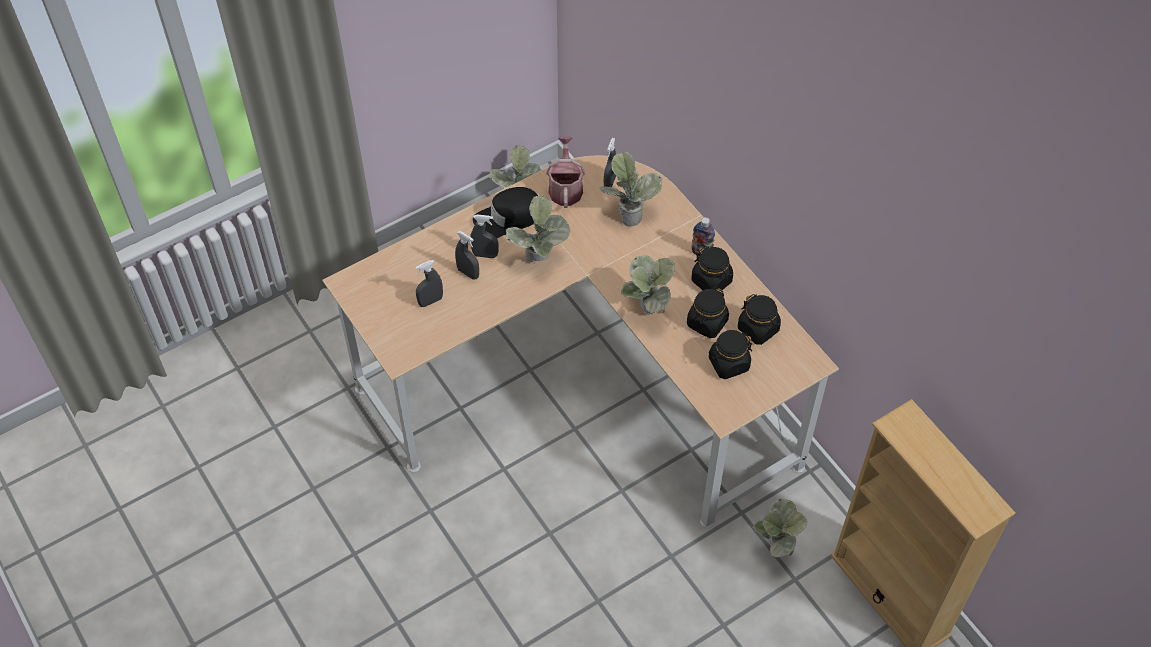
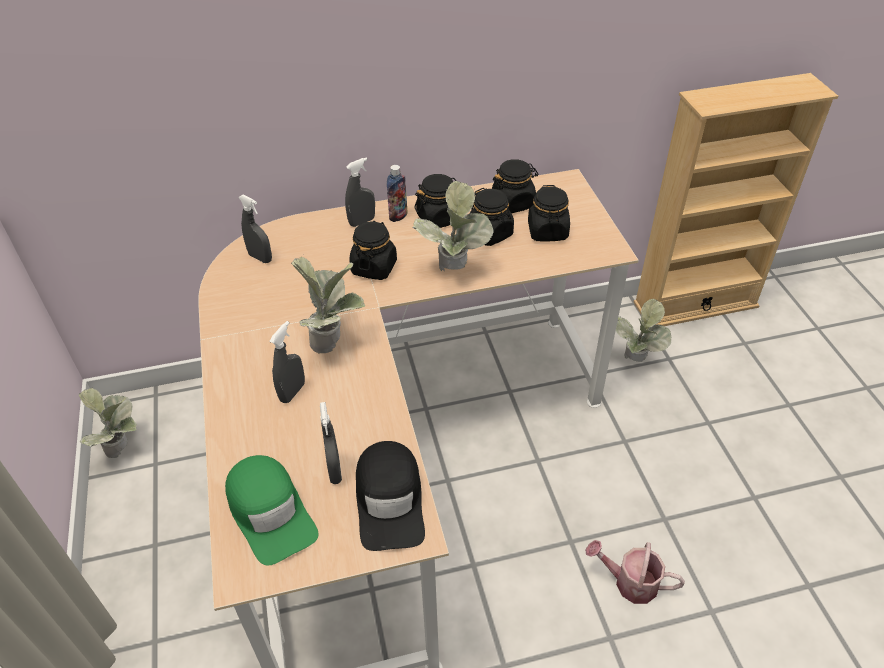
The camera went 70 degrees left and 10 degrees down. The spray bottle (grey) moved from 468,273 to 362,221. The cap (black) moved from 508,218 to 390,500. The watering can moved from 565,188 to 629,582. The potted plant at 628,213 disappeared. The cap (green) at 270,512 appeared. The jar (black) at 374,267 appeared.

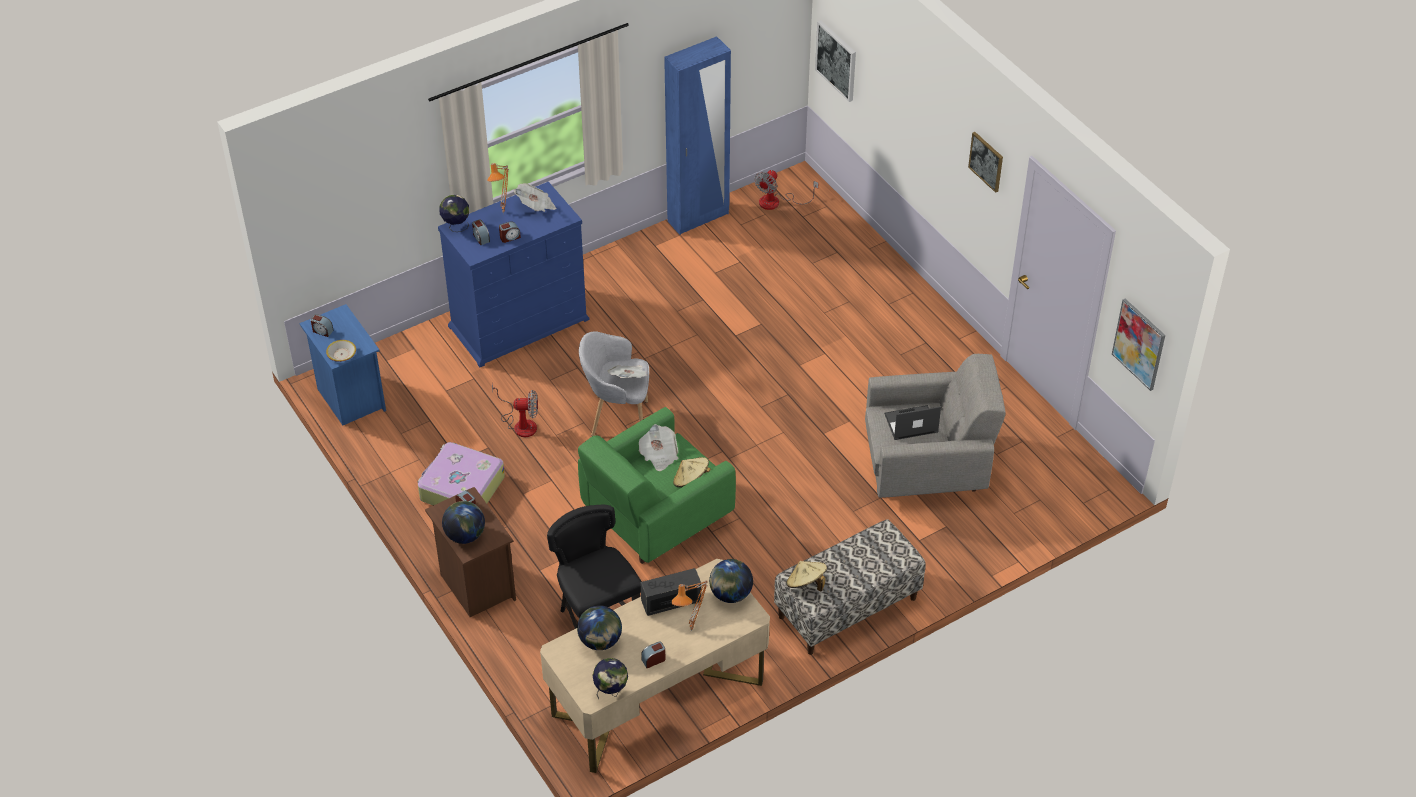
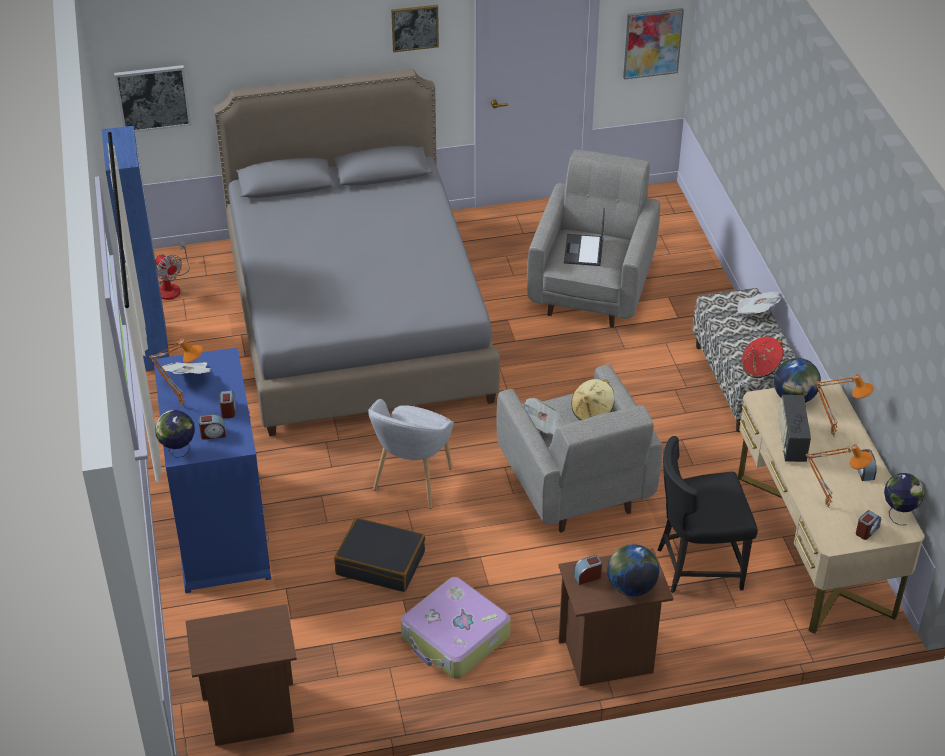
The camera went 70 degrees left and 5 degrees down. The nightstand (blue) at 349,398 became the nightstand (brown) at 250,715. The alarm clock moved from 322,331 to 867,531. The bowl at 341,354 disappeared. The fan at 520,423 was replaced by the suitcase (black) at 381,563. The globe at 600,641 was replaced by the table lamp (orange) at 828,506. The armchair (green) at 654,520 became the armchair (grey) at 575,488. The newspaper moved from 629,378 to 756,311. The hat (beige) at 806,584 became the hat (red) at 760,367. The bed (grey) at 356,318 appeared.

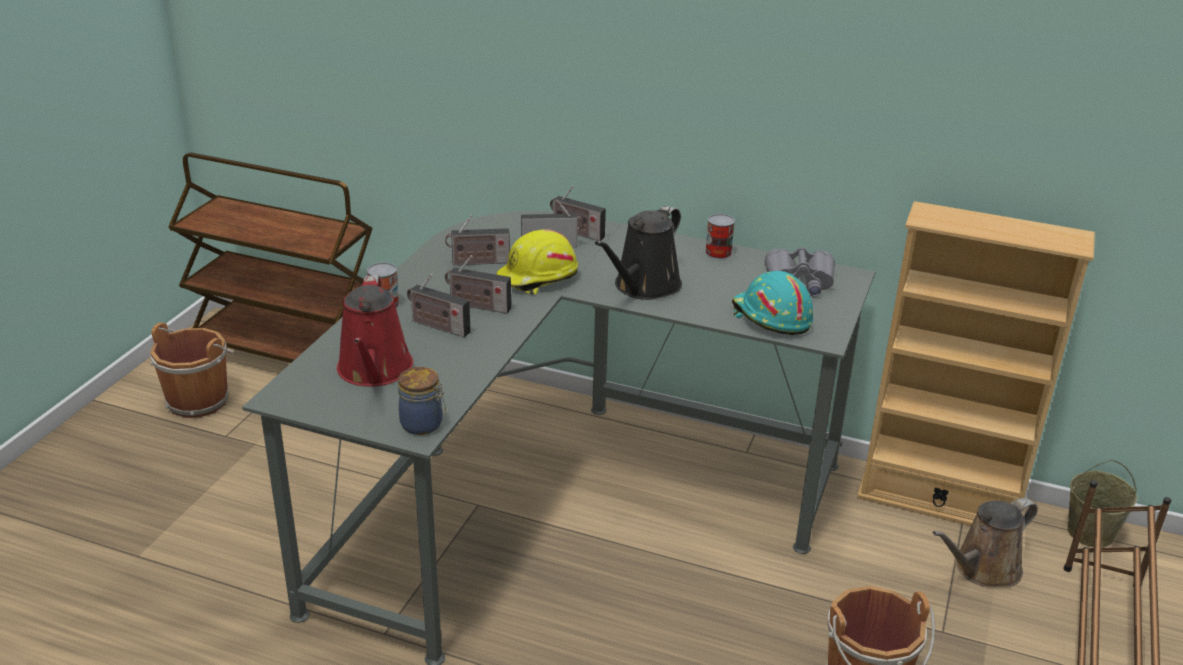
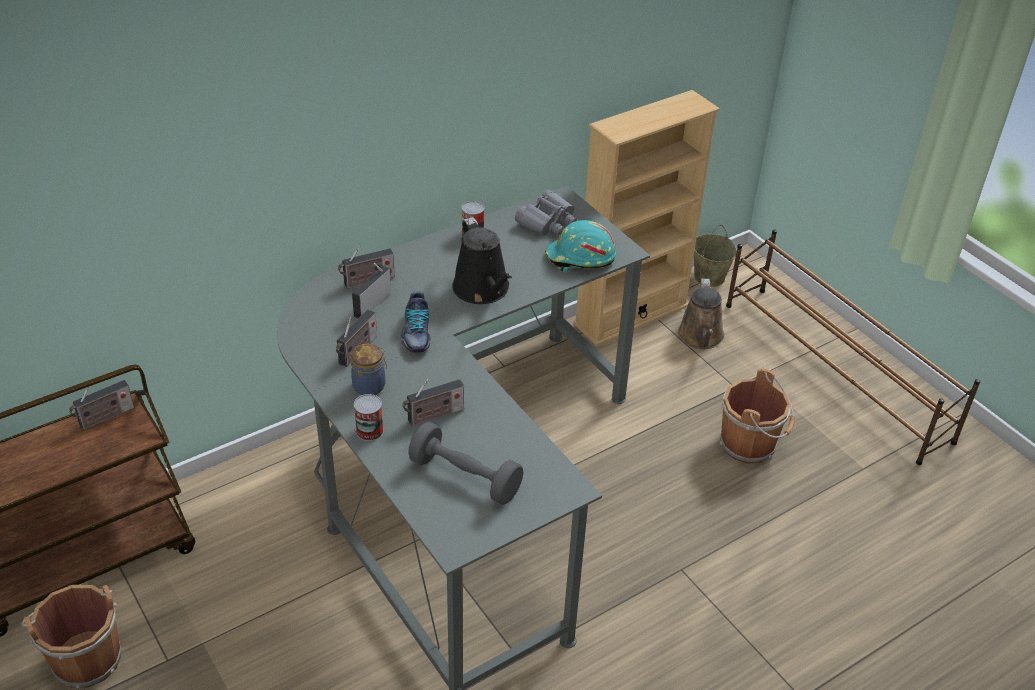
The camera went 55 degrees left and 10 degrees up. The watering can (red) at 374,371 was replaced by the dumbbell (grey) at 465,477. The jar moved from 423,425 to 370,385. The radio moved from 477,306 to 104,418. The hard hat (yellow) at 538,278 was replaced by the shoe at 416,333.

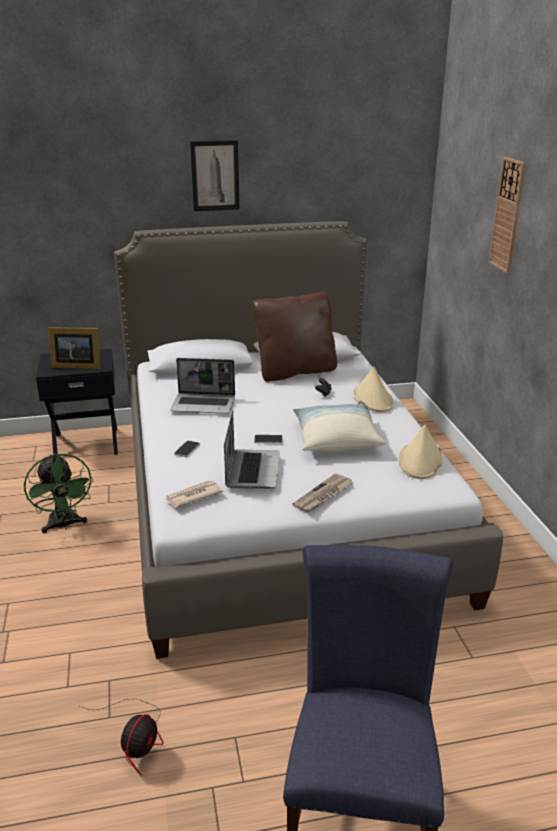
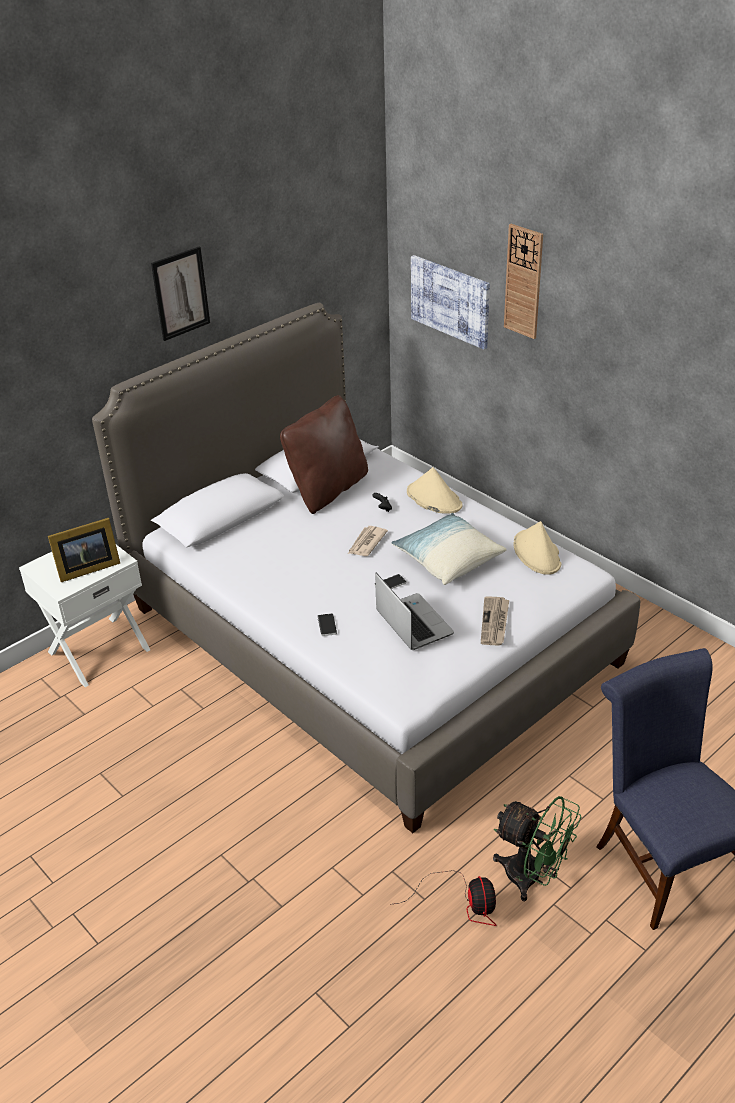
The camera went 30 degrees left and 10 degrees up. The fan (green) moved from 64,525 to 532,878. The nightstand (black) at 86,443 became the nightstand (white) at 98,650. The newspaper moved from 193,496 to 366,543. The laptop at 204,404 disappeared. The picture at 450,301 appeared.

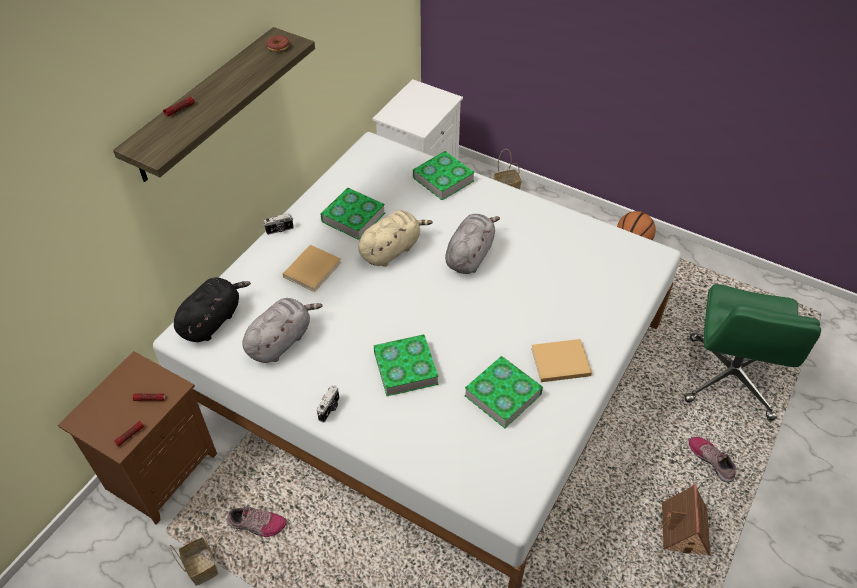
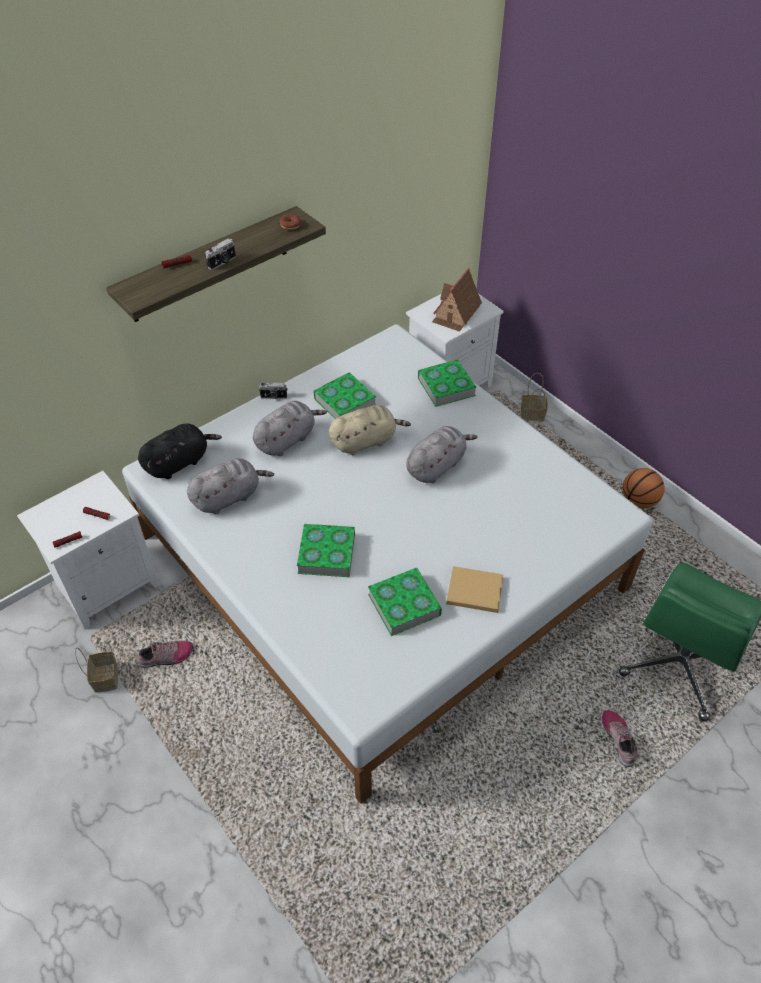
The camera went 20 degrees right and 0 degrees up. The nightstand (brown) at 161,470 became the nightstand (white) at 108,584. The shoe at 257,525 turned 45 degrees counterclockwise. The book (beige) at 313,268 was replaced by the plush toy (grey) at 287,439. The photo camera moved from 330,409 to 222,262. The toy house moved from 684,534 to 456,313.

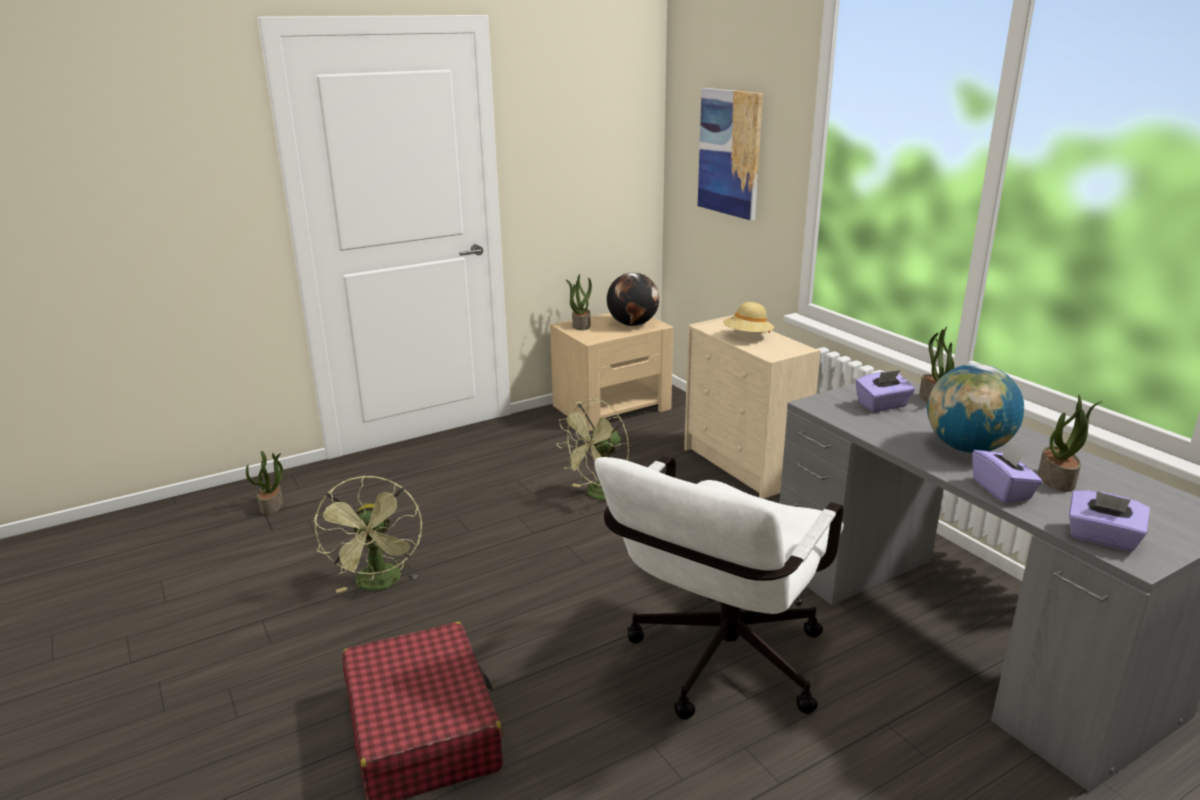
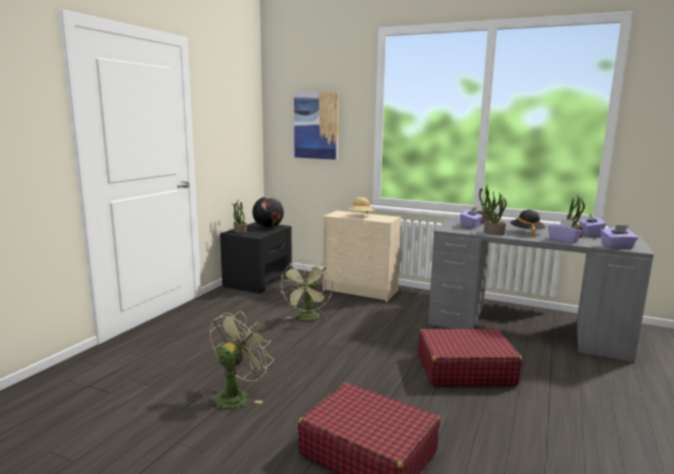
The camera went 35 degrees left and 10 degrees down. The potted plant moved from 272,506 to 494,233. The fan (green) at 379,584 turned 105 degrees counterclockwise. The nightstand (beige) at 612,407 became the nightstand (black) at 258,281. The office chair (white) at 718,668 was replaced by the suitcase (red) at 464,370. The globe at 967,448 was replaced by the hat (black) at 526,232. The tissue box (purple) at 590,234 appeared.

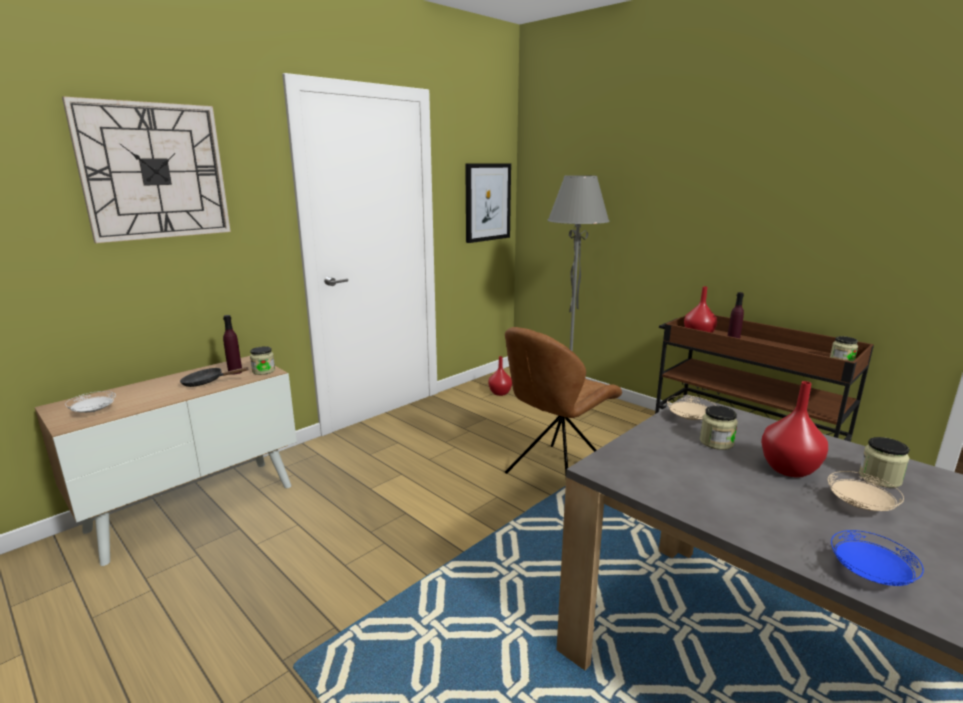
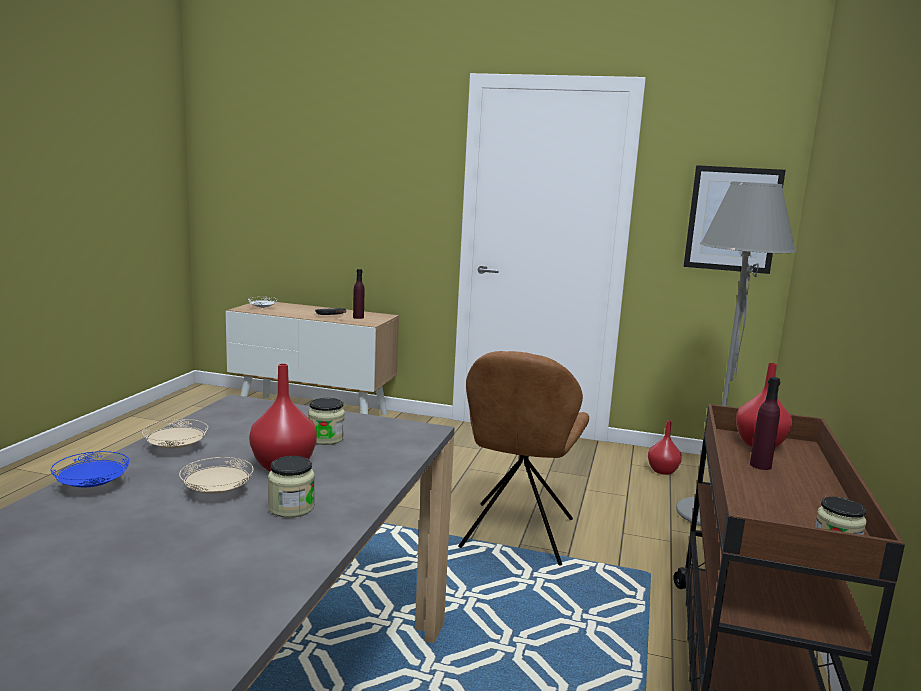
The camera went 60 degrees right and 5 degrees down. The wall clock at 154,171 disappeared. The jar at 263,371 disappeared. The chair (brown) at 556,474 turned 90 degrees counterclockwise. The plate (beige) moved from 690,419 to 176,449.

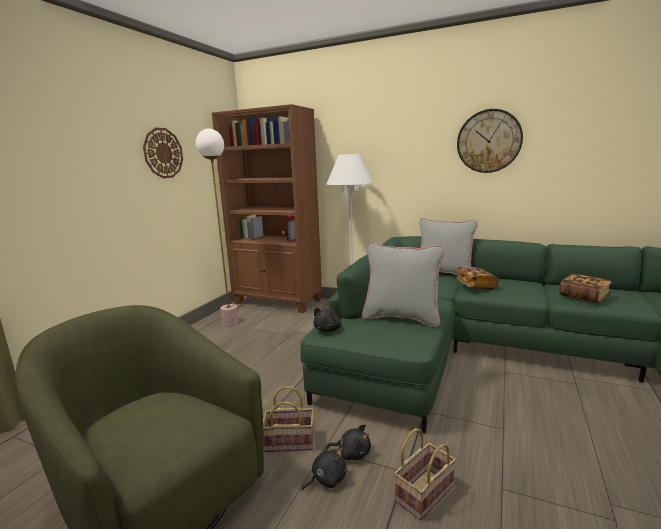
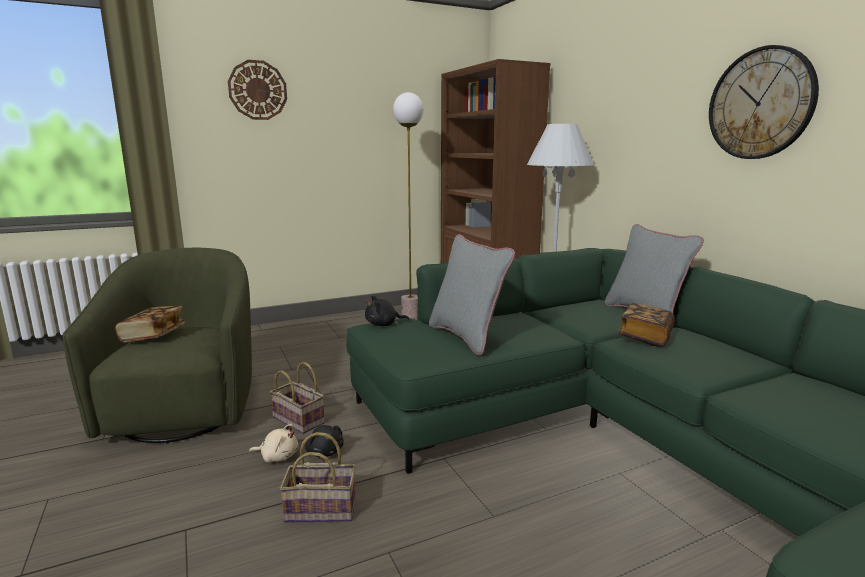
The camera went 40 degrees right and 0 degrees up. The wall clock moved from 163,153 to 258,90. The plush toy (black) at 327,479 became the plush toy (beige) at 278,456. The book moved from 583,297 to 153,336.

